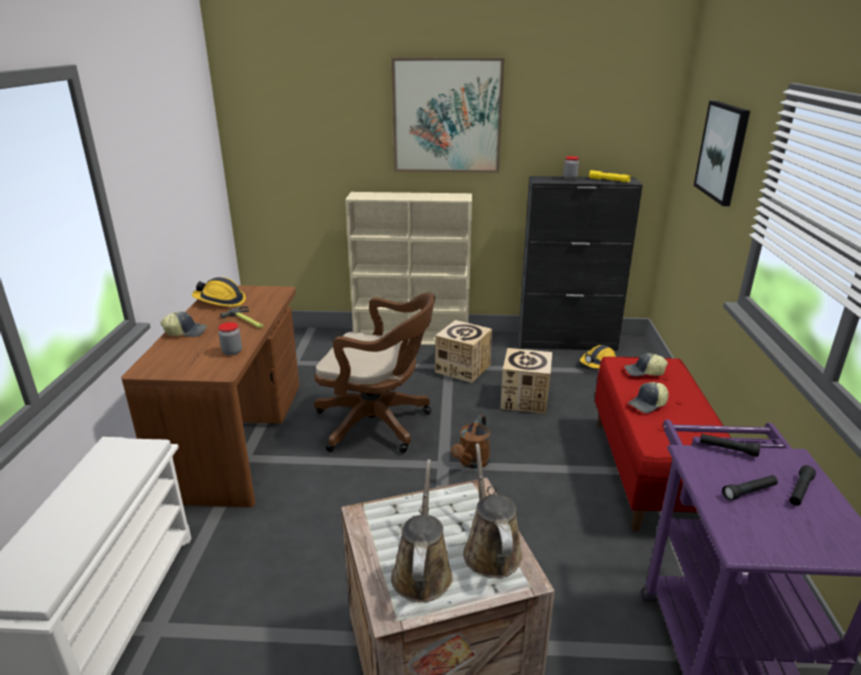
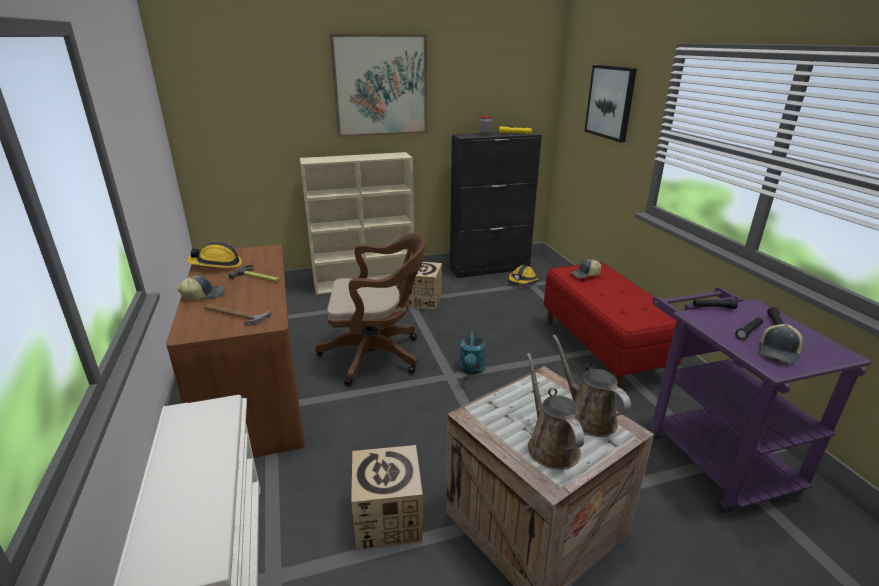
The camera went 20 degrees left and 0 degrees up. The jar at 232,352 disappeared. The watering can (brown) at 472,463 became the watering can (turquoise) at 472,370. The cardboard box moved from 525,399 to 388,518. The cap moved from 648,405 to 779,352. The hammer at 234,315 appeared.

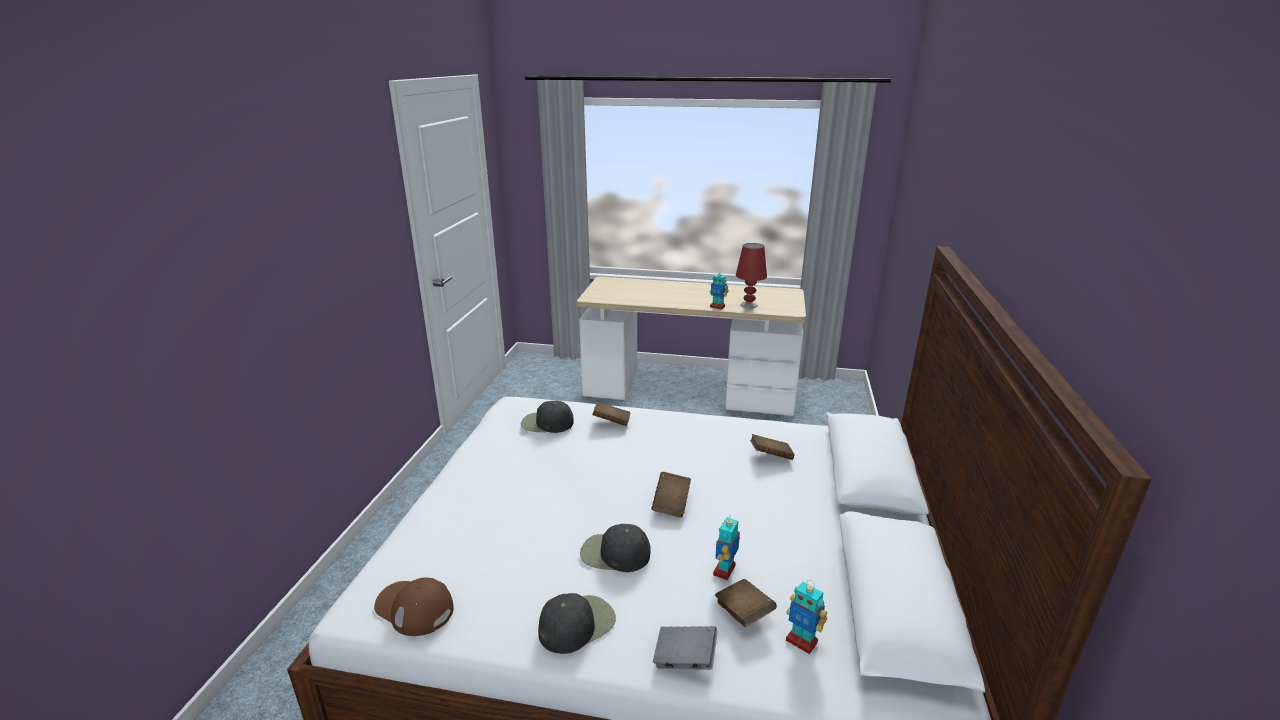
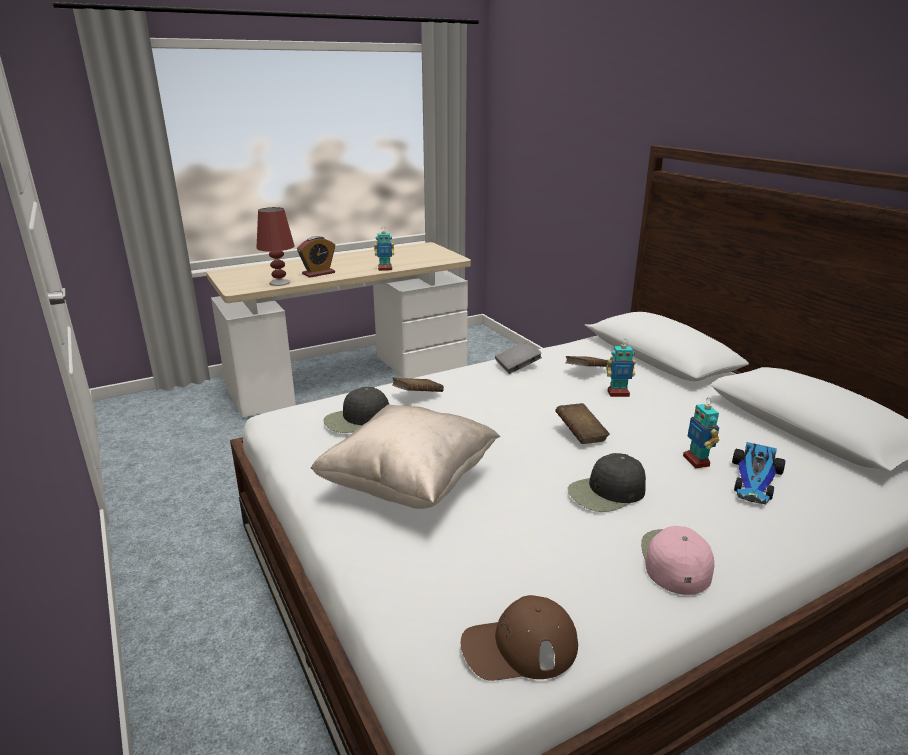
The camera went 40 degrees left and 0 degrees up. The cap (black) at 577,624 became the cap (pink) at 675,560. The book (grey) moved from 685,658 to 518,366. The book (brown) at 743,613 was replaced by the toy car at 755,481. The table lamp (red) moved from 749,305 to 280,283. The toy robot moved from 802,641 to 618,393. The alarm clock at 318,273 appeared. The pillow (beige) at 409,484 appeared.

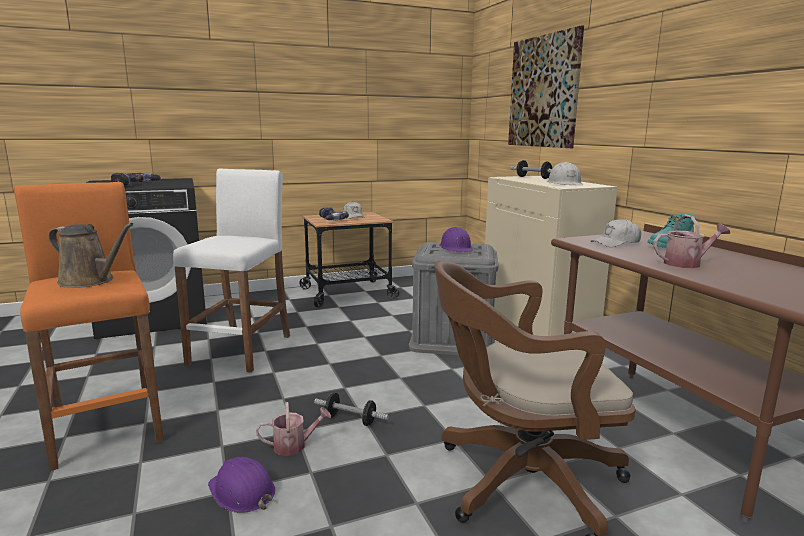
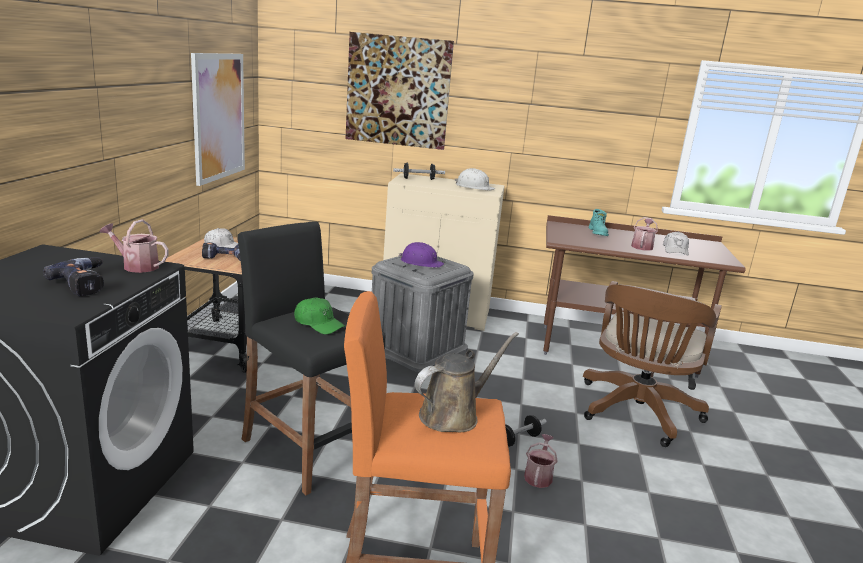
The camera went 60 degrees left and 5 degrees up. The stool (white) at 241,349 became the stool (black) at 307,449. The hard hat (purple) at 241,491 disappeared. The cap (white) moved from 616,243 to 675,250. The watering can at 136,266 appeared. The picture at 218,117 appeared. The cap (green) at 318,324 appeared.

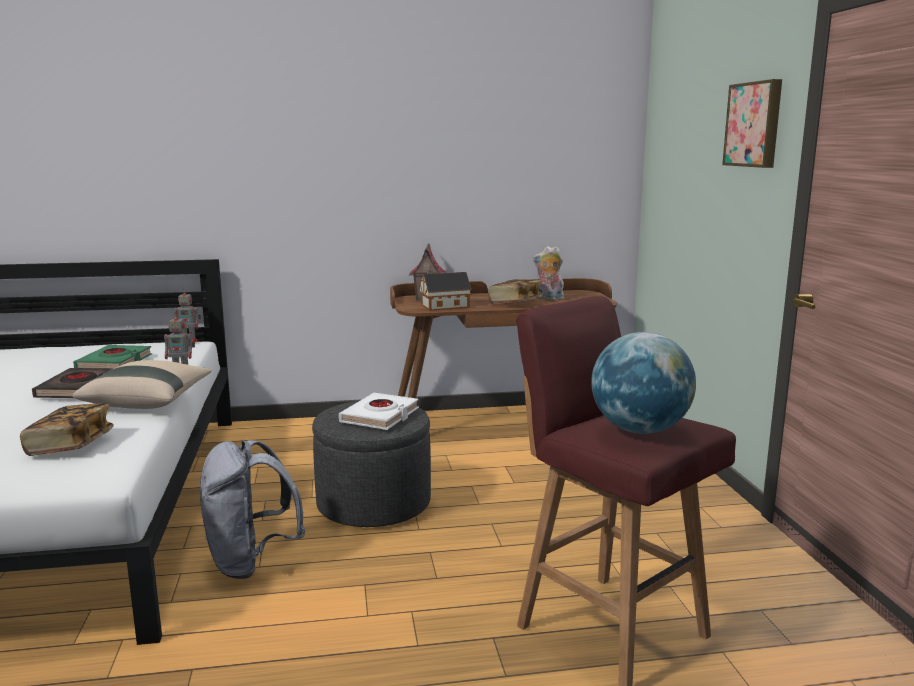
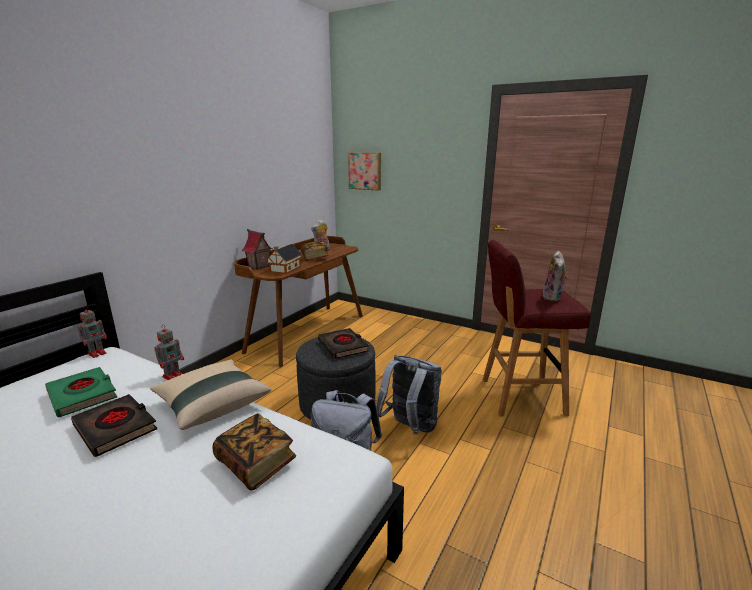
The camera went 50 degrees left and 5 degrees up. The book (white) at 380,416 became the book (black) at 343,346. The globe at 640,430 was replaced by the plush toy at 553,298. The picture moved from 755,124 to 365,171. The backpack (grey) at 409,428 appeared.

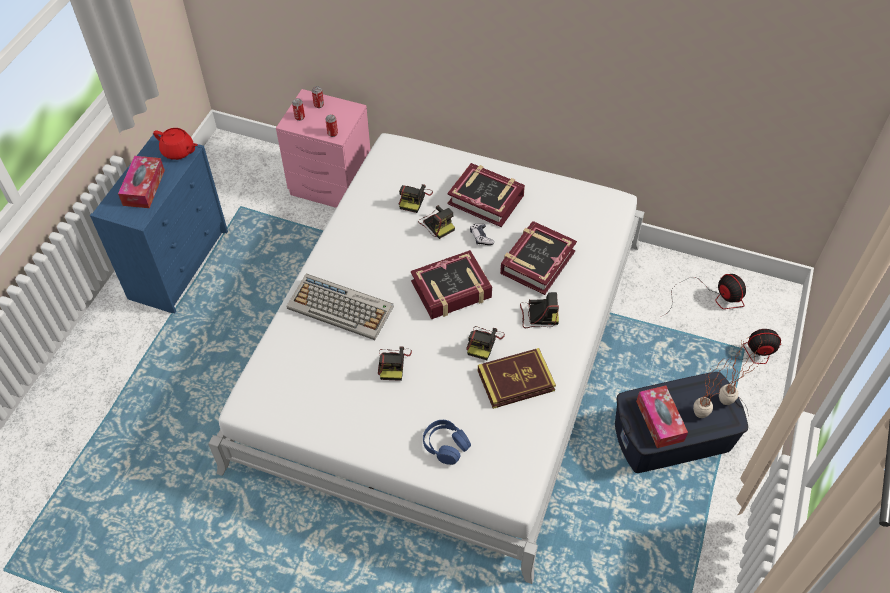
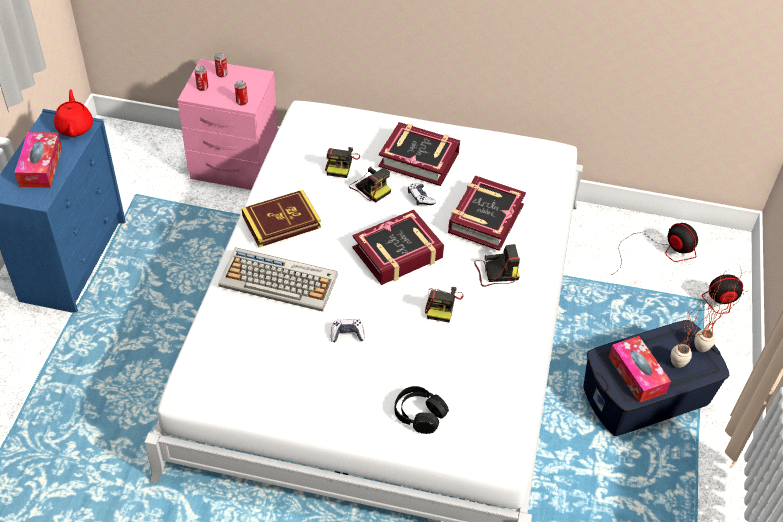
The camera went 10 degrees left and 5 degrees down. The teapot (red) at 178,151 turned 120 degrees counterclockwise. The photo camera at 393,363 was replaced by the game controller at 347,334. The headphones (blue) at 445,445 became the headphones (black) at 419,414. The book moved from 515,380 to 281,222.

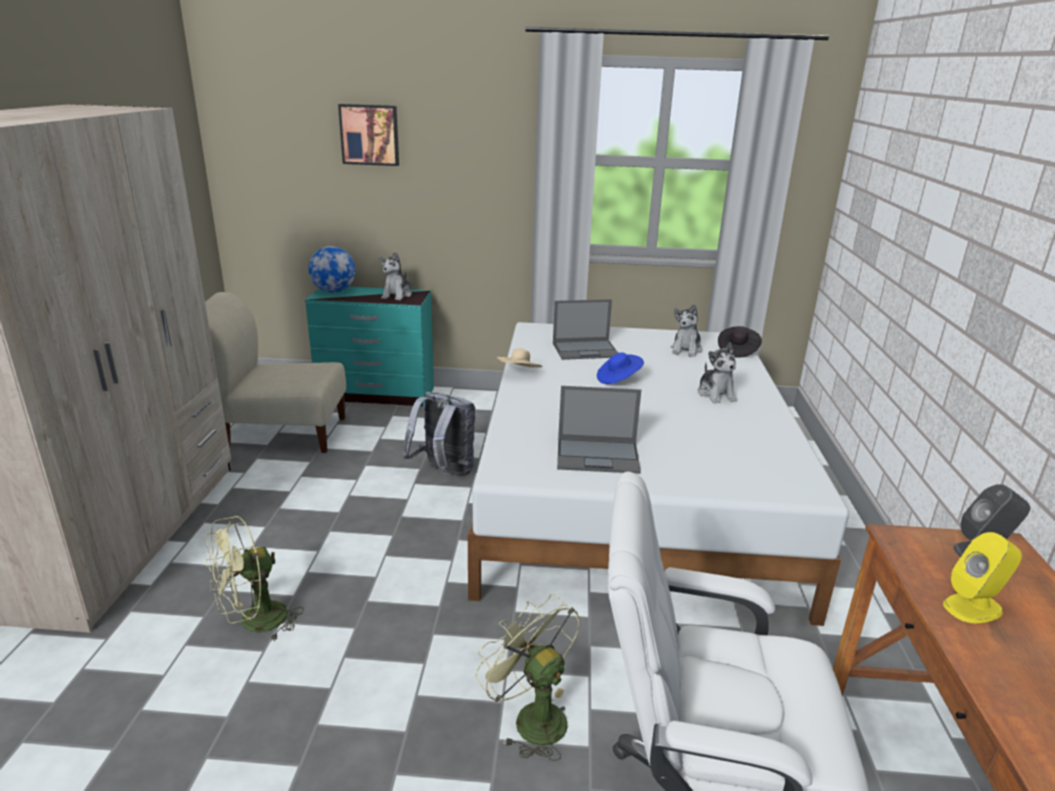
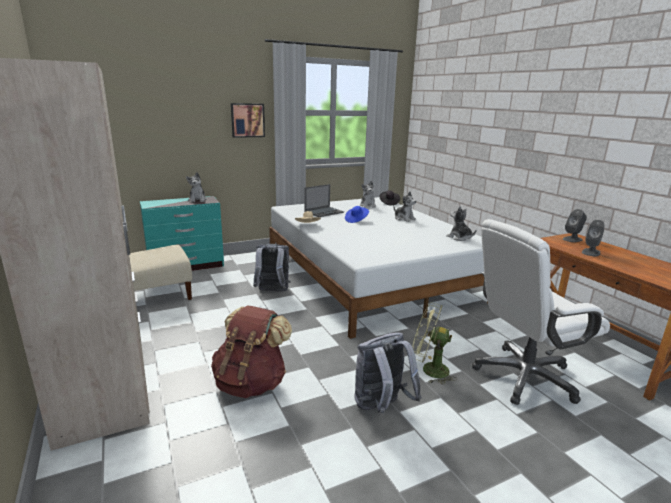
The camera went 30 degrees left and 5 degrees down. The fan (green) at 254,623 was replaced by the backpack (brown) at 251,383. The globe at 333,291 disappeared. The picture moved from 370,135 to 247,120. The laptop at 598,456 disappeared. The speaker (yellow) at 973,607 became the speaker (grey) at 591,252. The backpack (grey) at 381,407 appeared. The plush toy at 459,238 appeared.

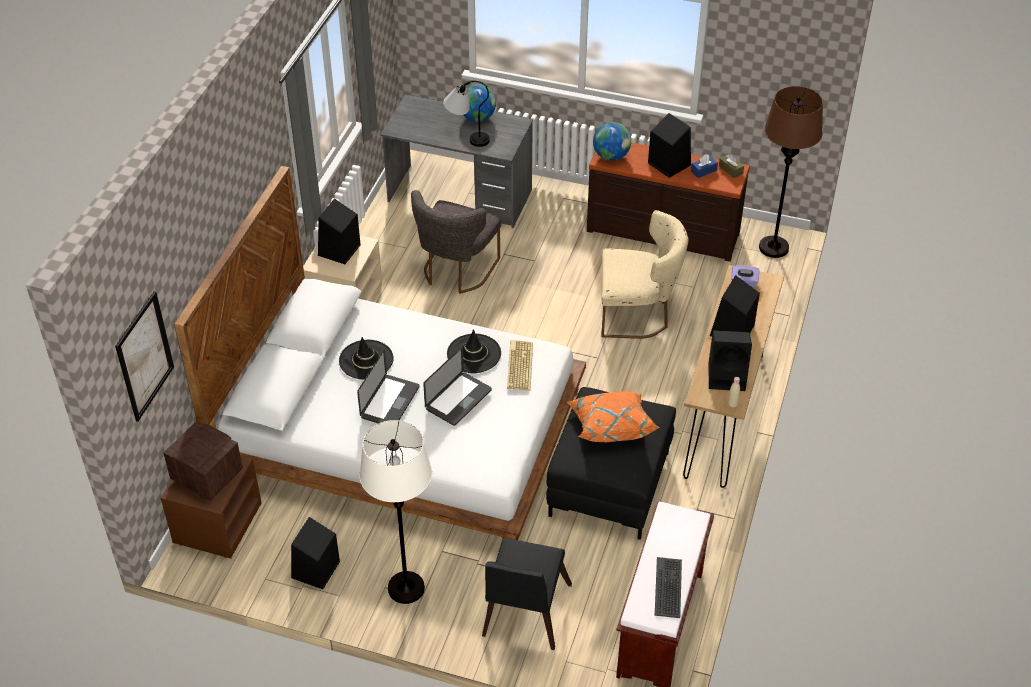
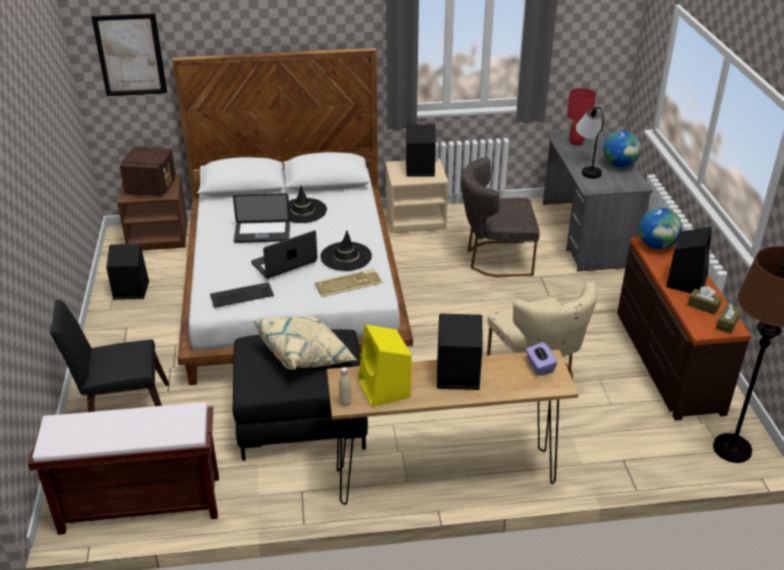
The camera went 65 degrees right and 10 degrees down. The floor lamp (white) at 405,588 disappeared. The laptop at 458,400 turned 135 degrees clockwise. The pillow (orange) at 610,426 became the pillow (beige) at 306,355. The keyboard moved from 669,587 to 242,295. The tissue box (blue) at 703,171 became the tissue box (brown) at 703,306. The speaker (black) at 728,376 became the speaker (yellow) at 385,389. The table lamp (red) at 576,142 appeared.

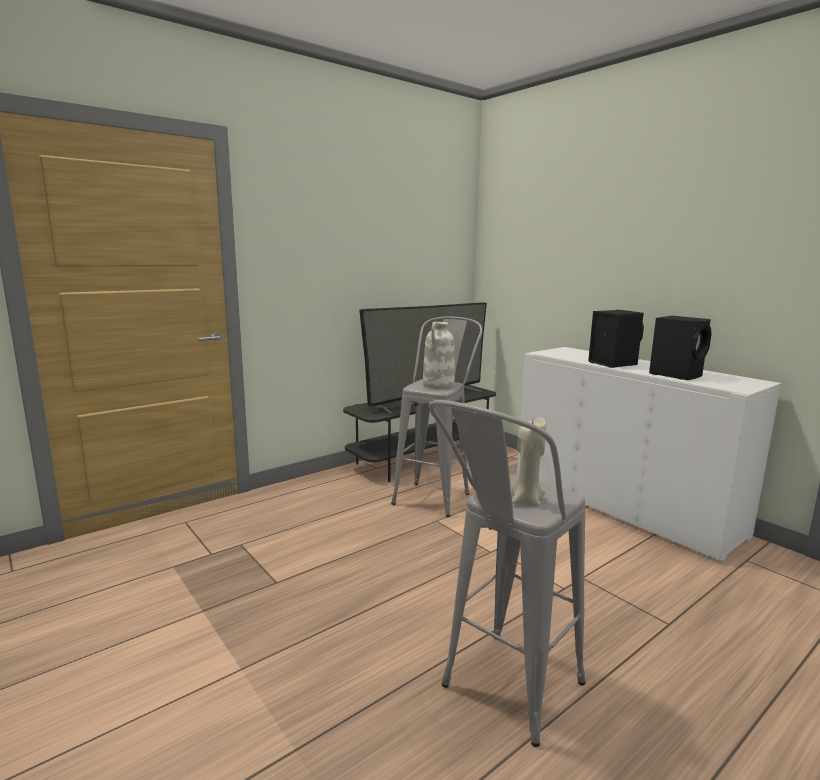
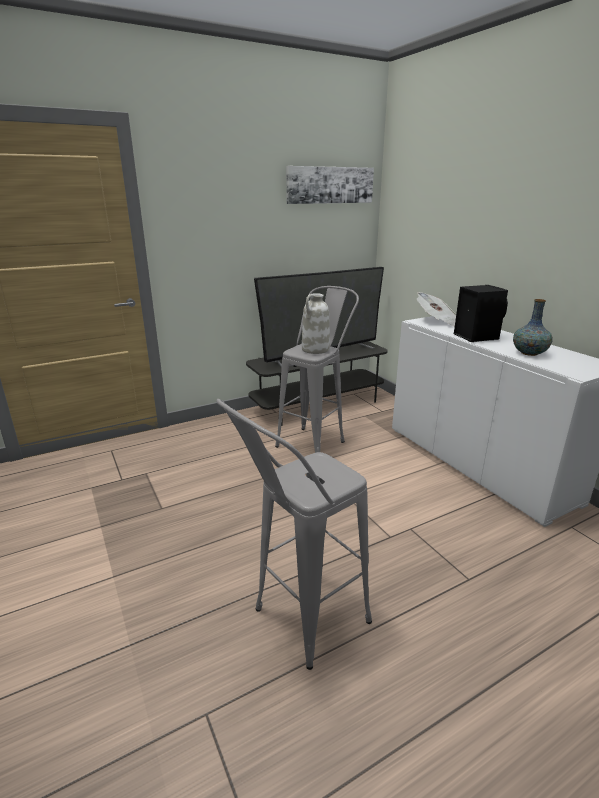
The camera went 10 degrees right and 10 degrees up. The candle (beige) at 526,501 disappeared. The speaker (black) at 677,374 was replaced by the vase at 529,353. The picture at 330,185 appeared. The newspaper at 437,321 appeared.

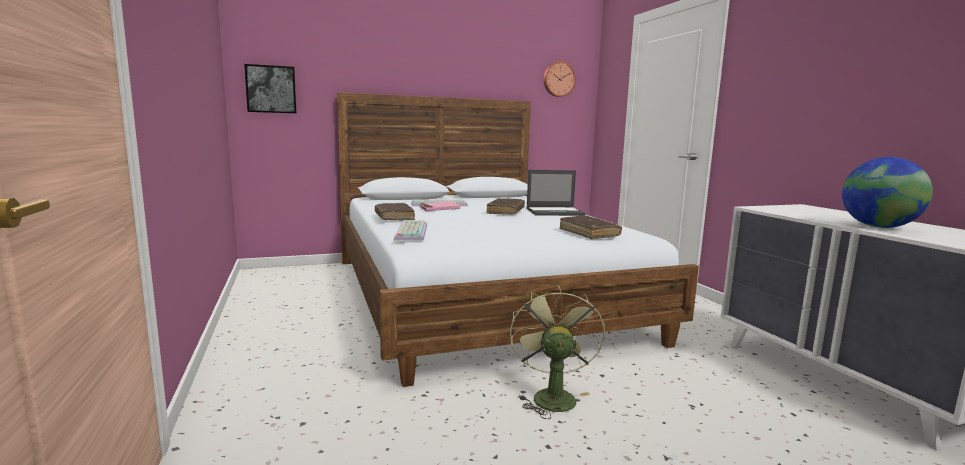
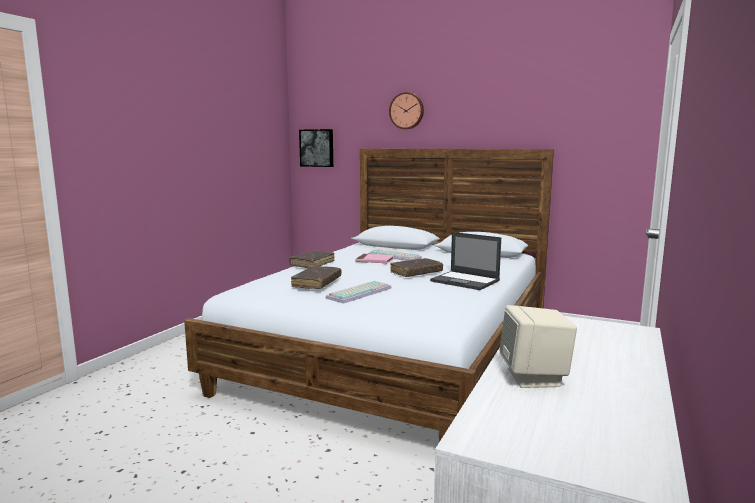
The camera went 45 degrees right and 0 degrees up. The keyboard moved from 410,231 to 359,292. The fan (green) at 551,396 disappeared. The wall clock moved from 558,79 to 407,111. The book (brown) moved from 589,233 to 317,283. The globe at 878,227 was replaced by the speaker (beige) at 534,377.

